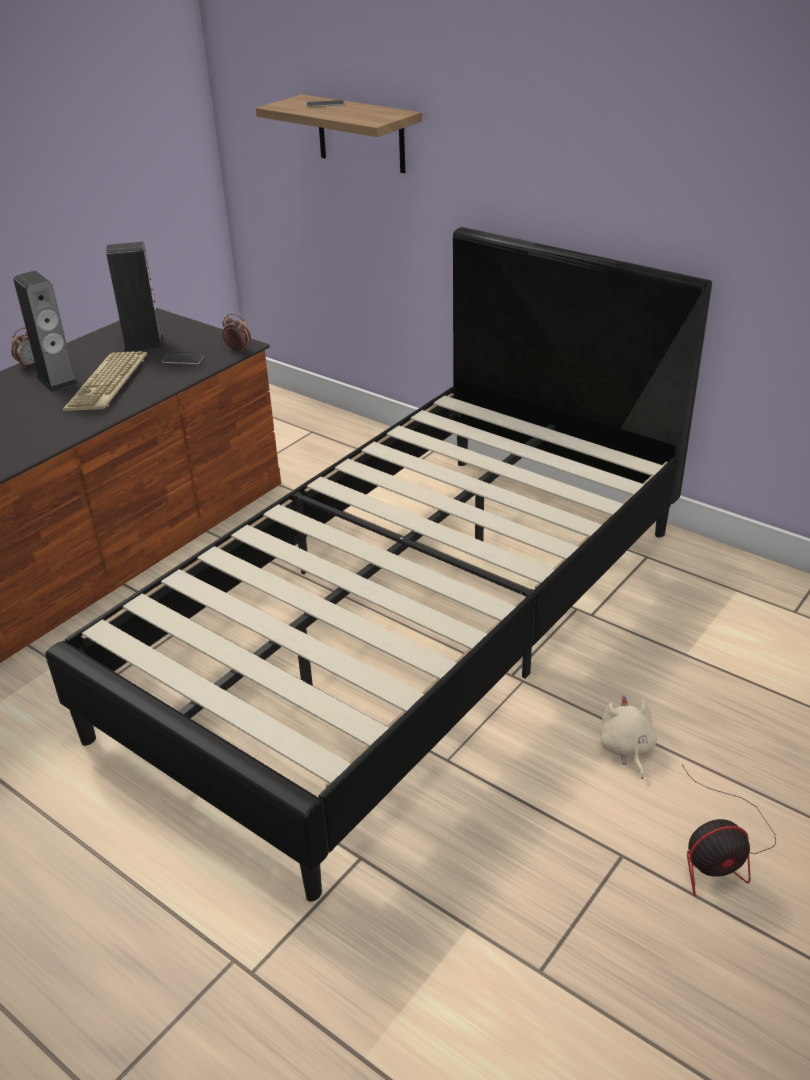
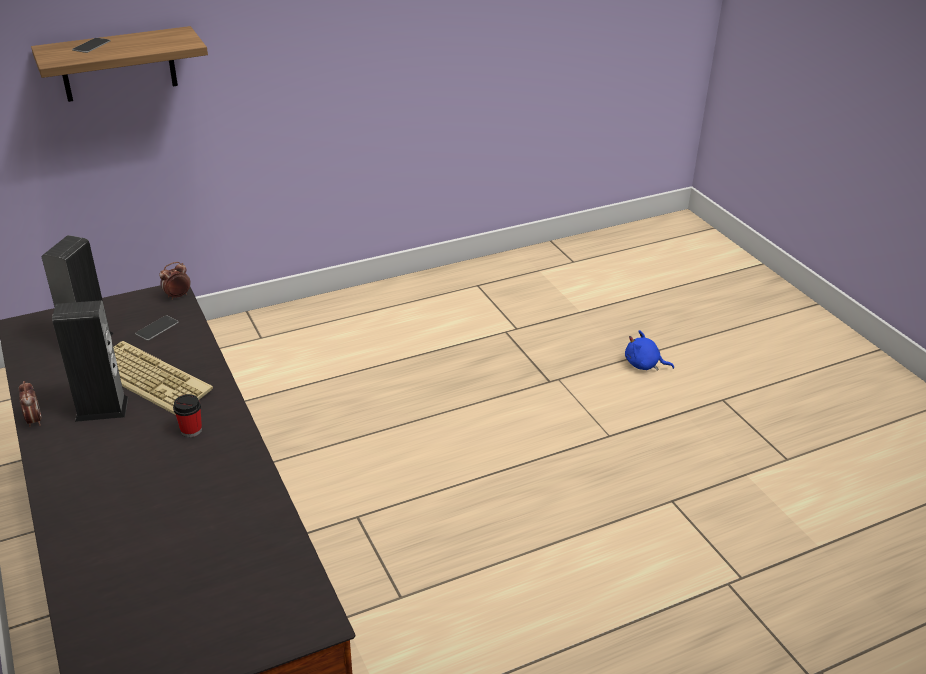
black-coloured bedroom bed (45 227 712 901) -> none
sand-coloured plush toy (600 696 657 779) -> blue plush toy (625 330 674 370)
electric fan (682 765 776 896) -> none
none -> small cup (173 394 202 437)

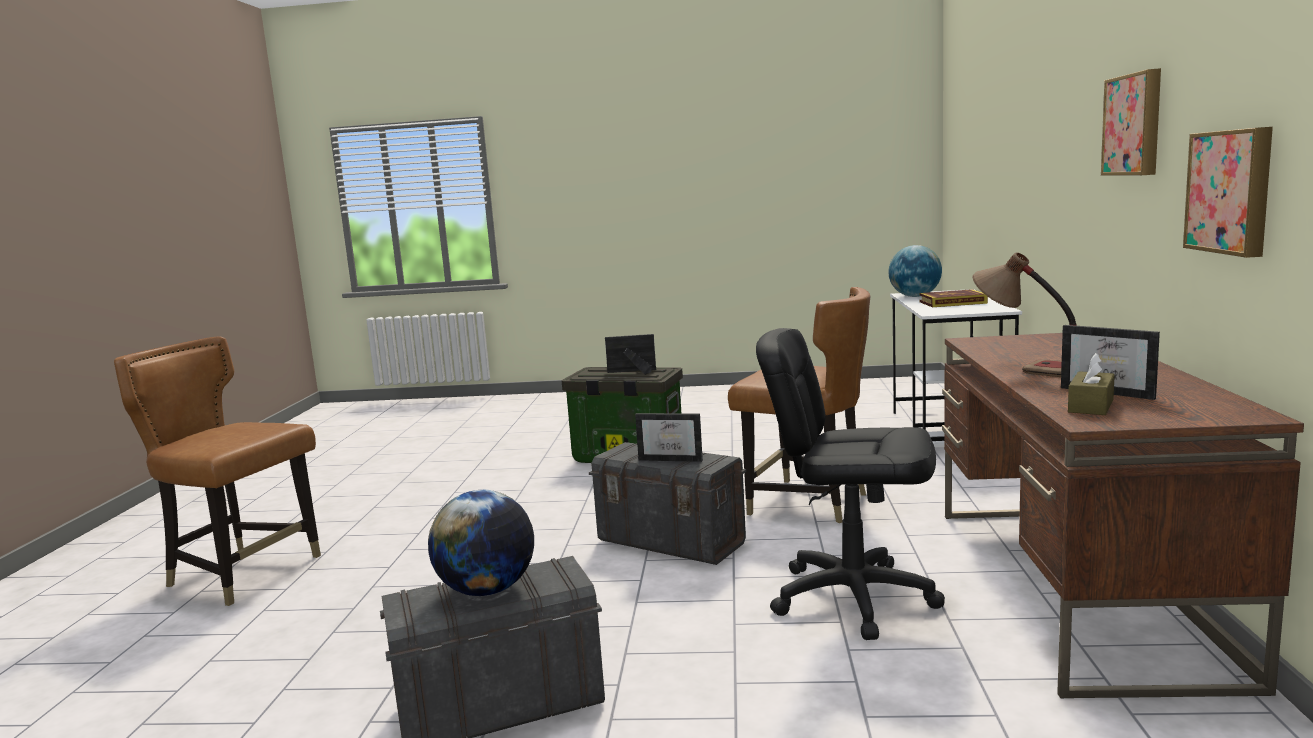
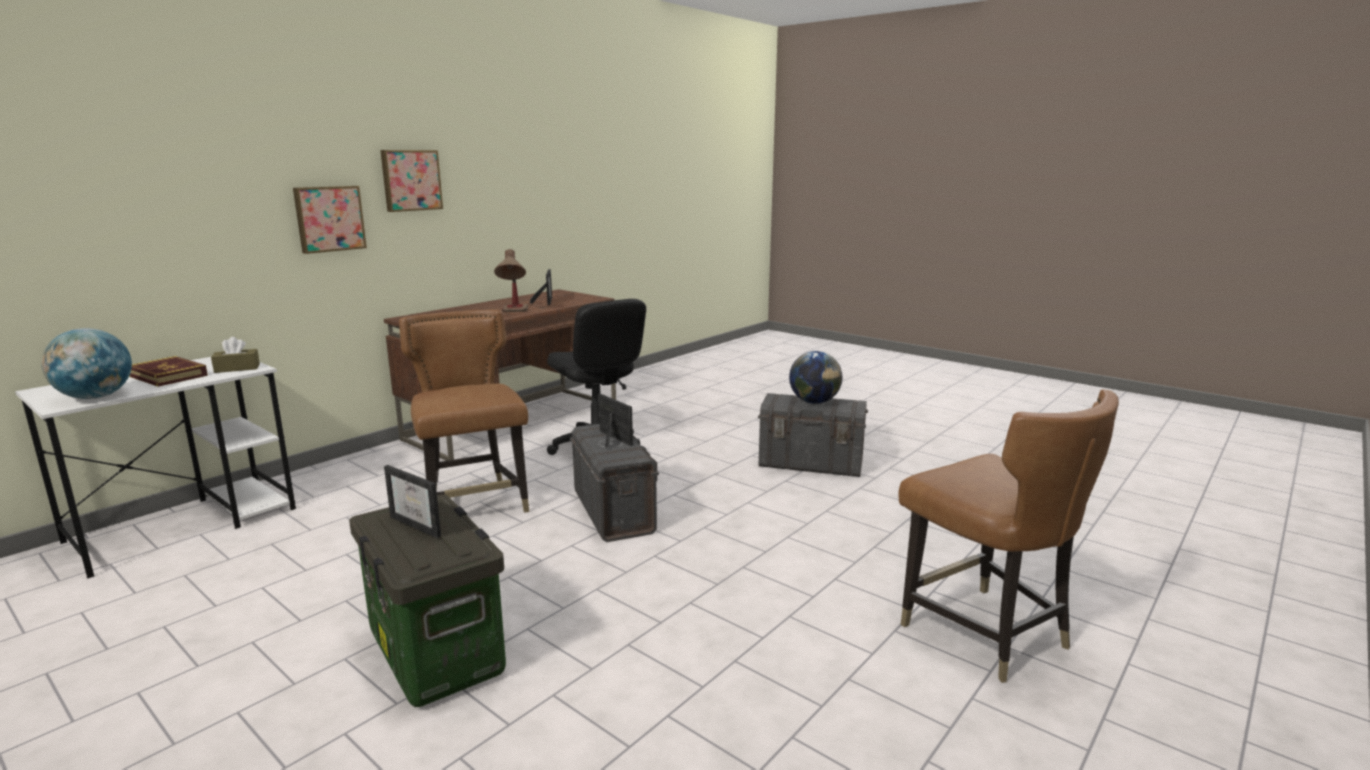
wall art (1183 127 1273 258) -> wall art (293 186 367 254), moved
brown tissue holder (1068 353 1115 415) -> brown tissue holder (211 337 260 373), moved

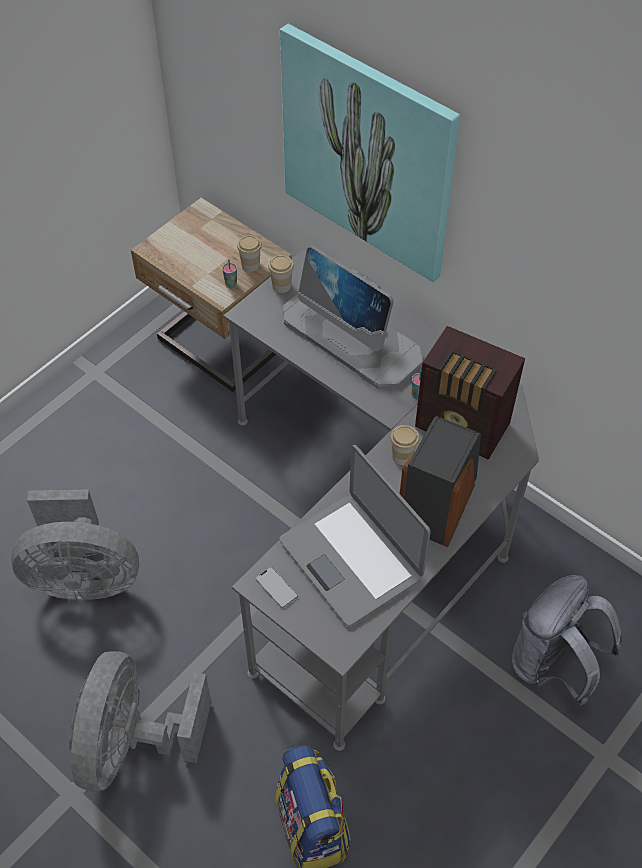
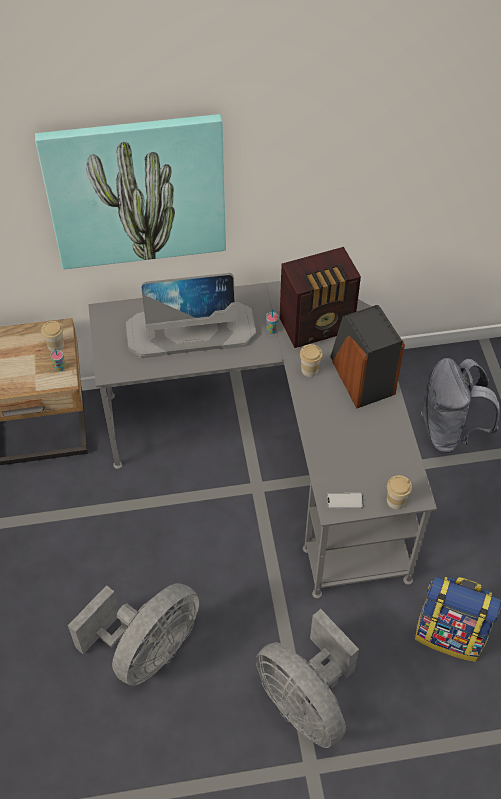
small cup (268 255 294 293) -> small cup (387 475 412 509), moved
laptop (279 445 431 626) -> none

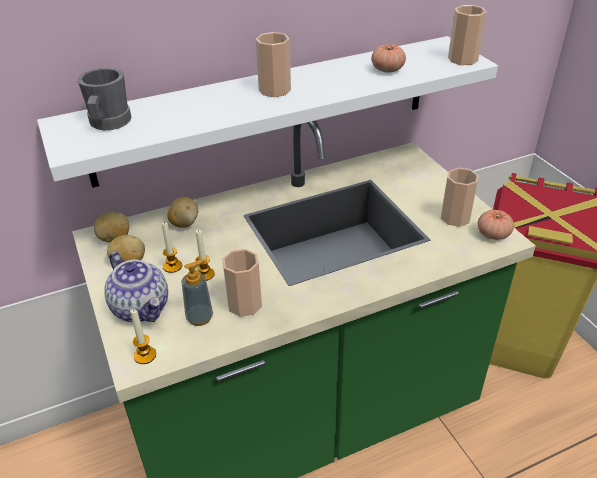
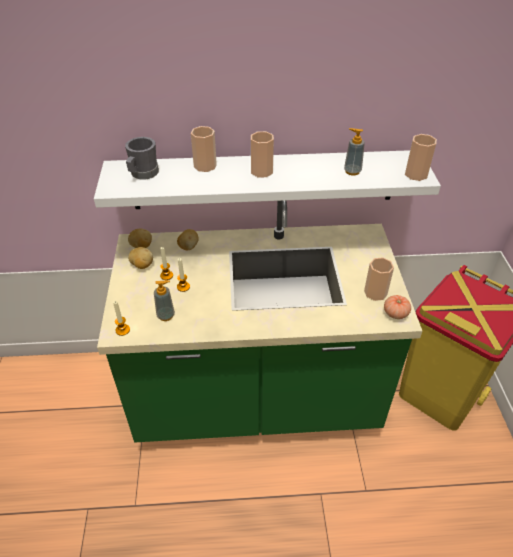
tomato (371 44 406 73) -> soap bottle (344 128 365 175)
small cup (222 249 262 317) -> small cup (191 126 217 172), moved
pot for tea (104 252 168 322) -> none

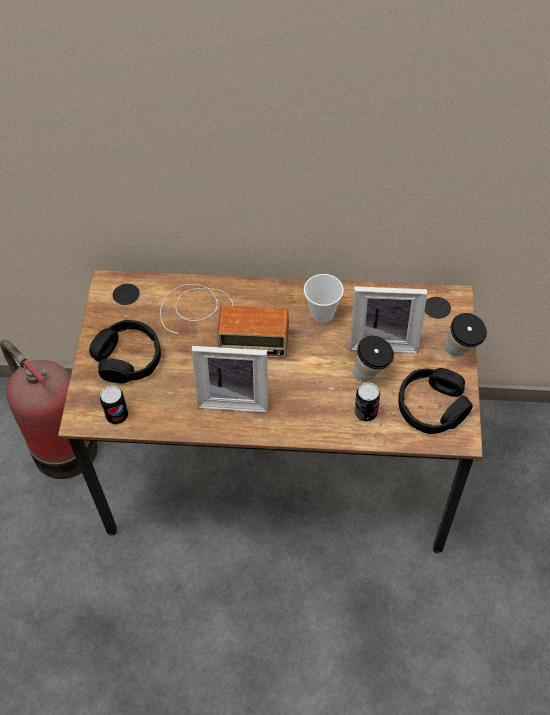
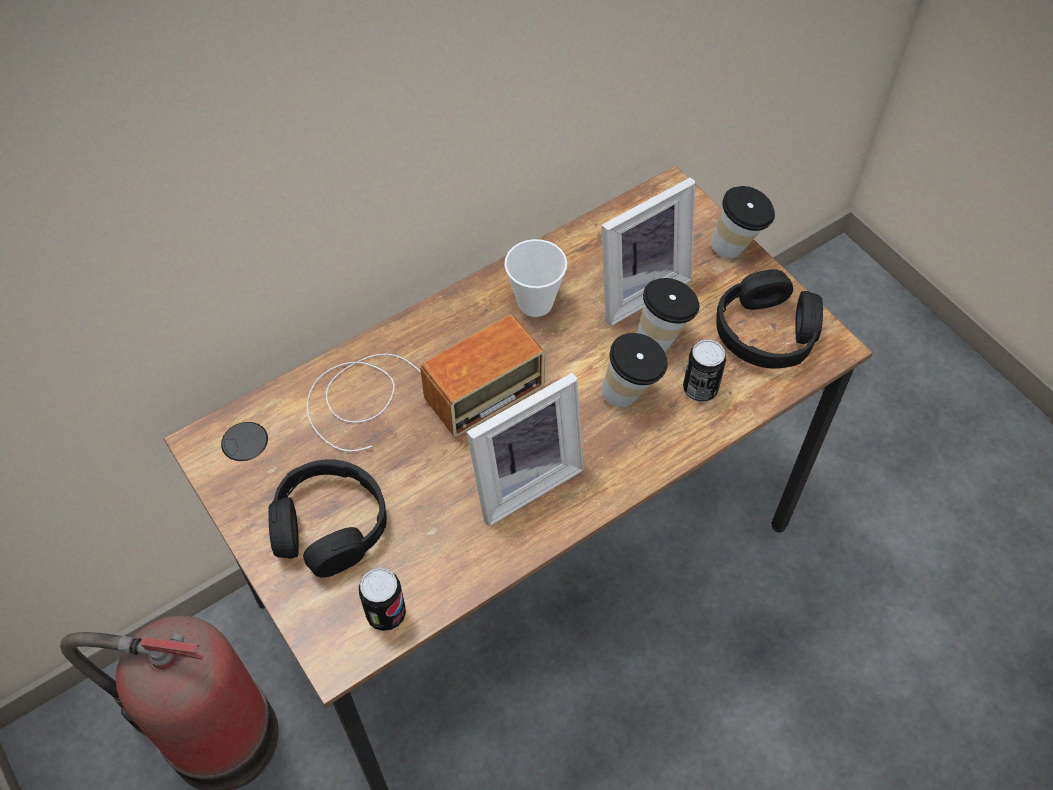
none -> small cup (602 333 668 408)

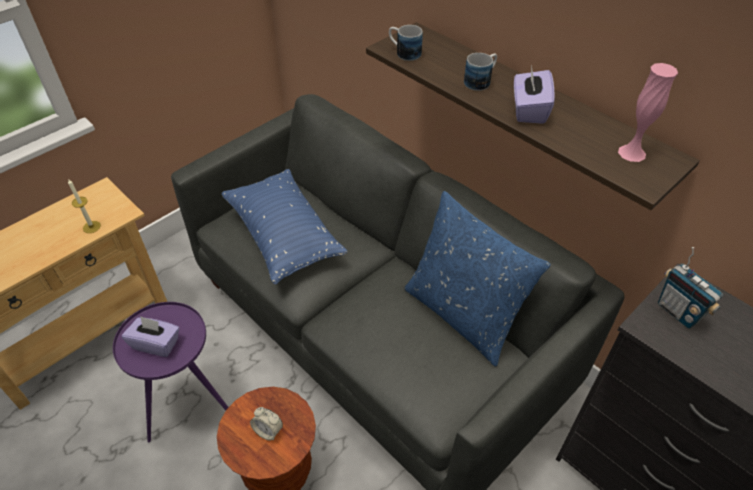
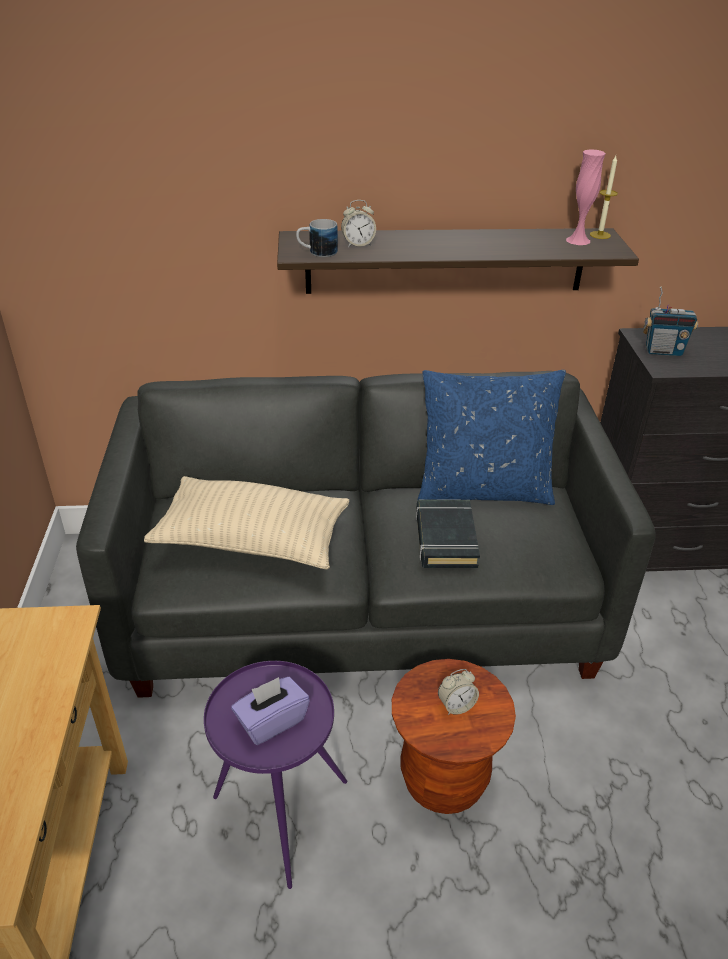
tea mug (464 53 497 91) -> none
purplish tissue holder (514 65 555 124) -> none
blue pillow (222 169 348 285) -> sand-coloured pillow (144 476 349 570)
wax candle (68 179 101 233) -> wax candle (590 156 618 239), moved
none -> bedside clock (341 200 376 247)
none -> black-coloured volume (416 499 480 568)

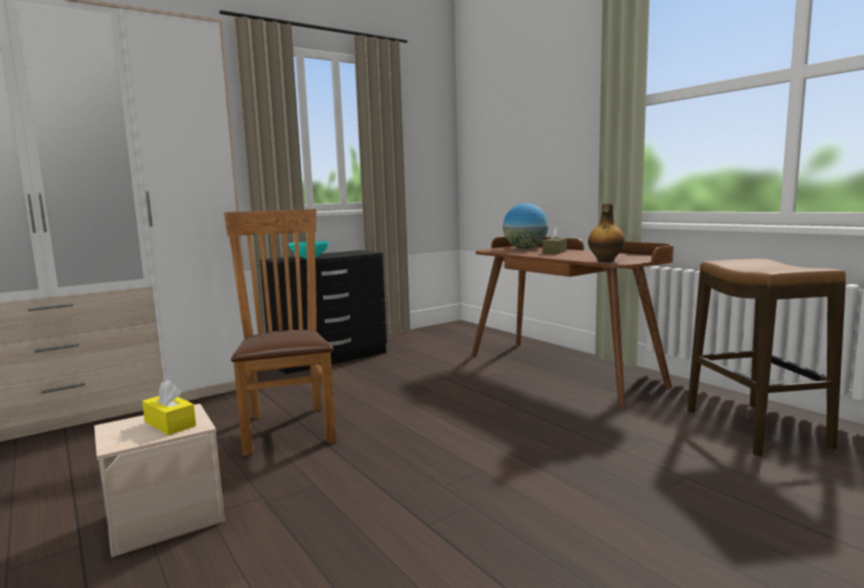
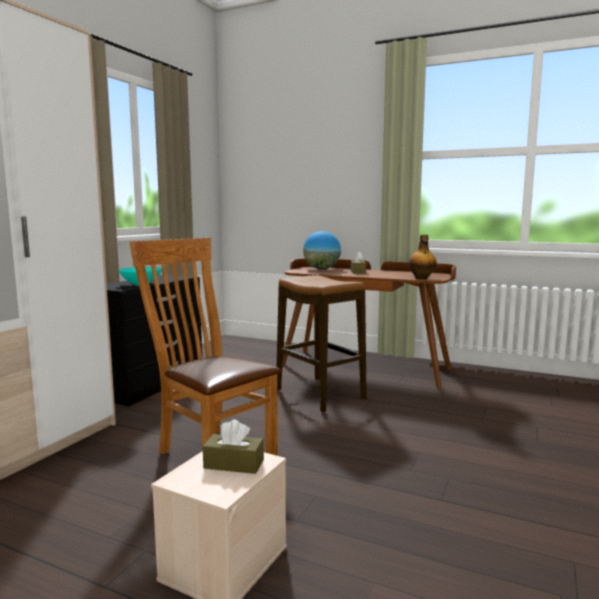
stool seat (687 259 846 457) -> stool seat (277 275 367 412), moved
yellowish tissue holder (142 380 196 435) -> brown tissue holder (203 419 264 474)

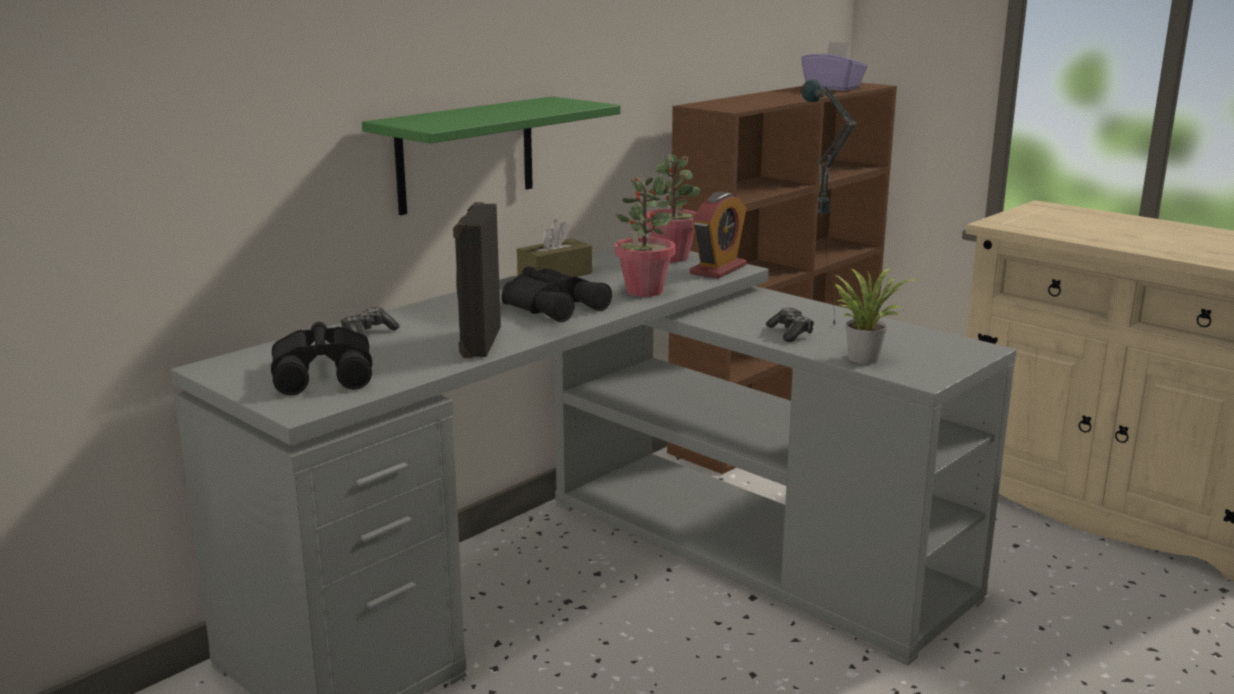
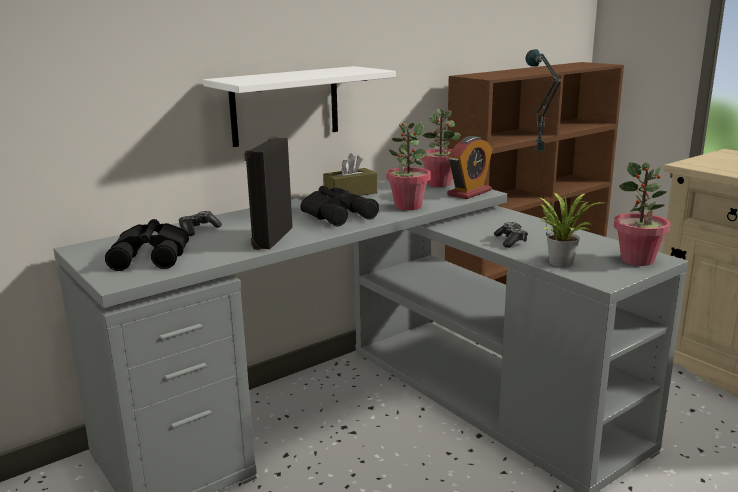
purplish tissue holder (801 41 867 91) -> none
green-coloured bracket shelf (362 96 620 215) -> white bracket shelf (203 66 396 147)
none -> potted plant (614 162 671 266)

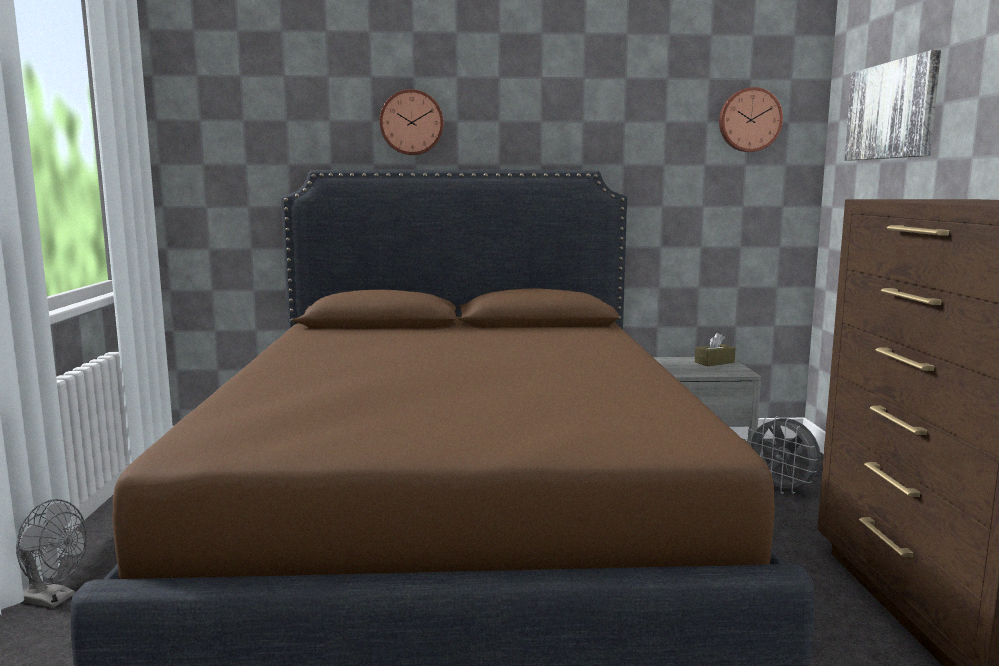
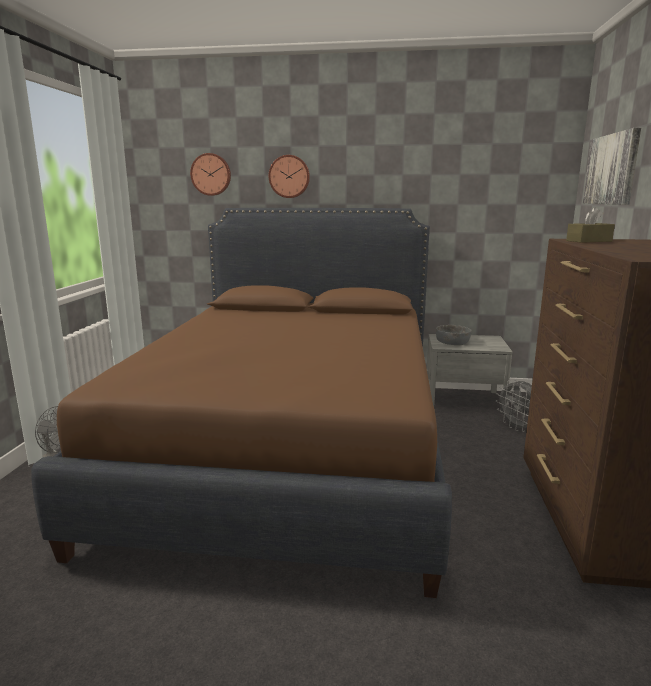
clock on the wall (719 87 783 152) -> clock on the wall (190 153 231 196), moved
brown tissue holder (695 333 735 366) -> brown tissue holder (566 207 615 243), moved
none -> greyish bowl (436 325 472 345)

